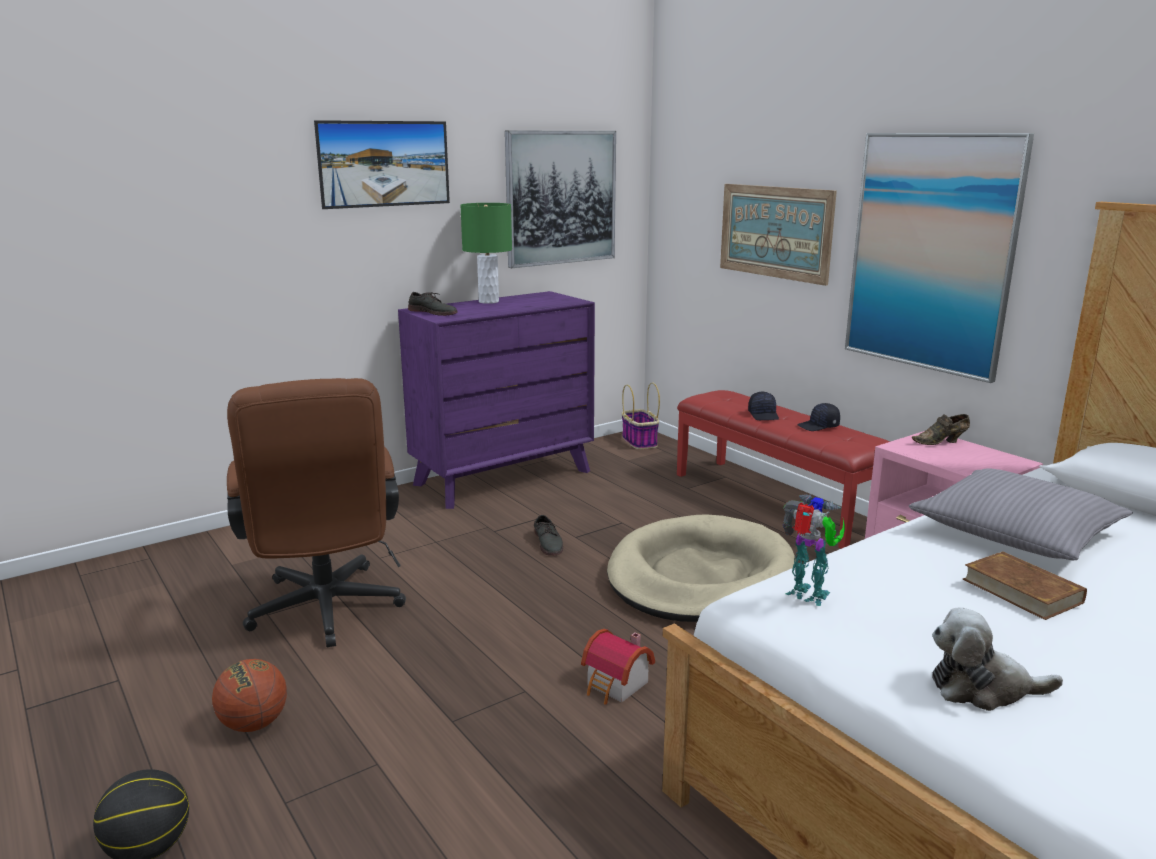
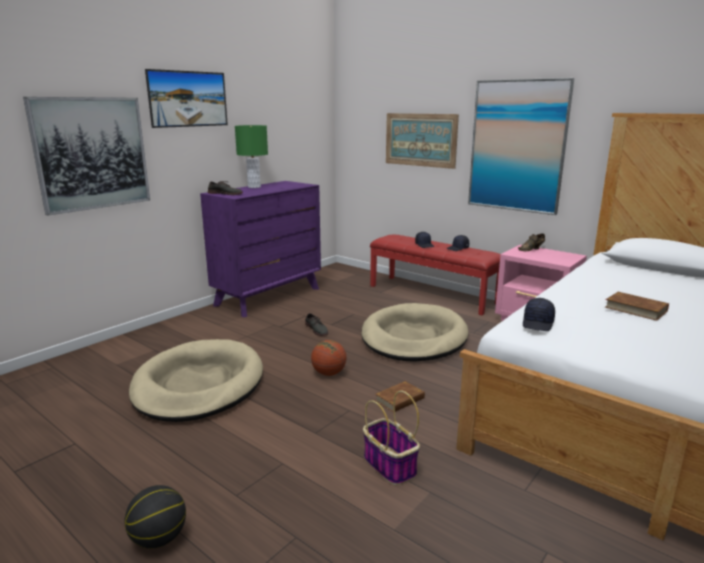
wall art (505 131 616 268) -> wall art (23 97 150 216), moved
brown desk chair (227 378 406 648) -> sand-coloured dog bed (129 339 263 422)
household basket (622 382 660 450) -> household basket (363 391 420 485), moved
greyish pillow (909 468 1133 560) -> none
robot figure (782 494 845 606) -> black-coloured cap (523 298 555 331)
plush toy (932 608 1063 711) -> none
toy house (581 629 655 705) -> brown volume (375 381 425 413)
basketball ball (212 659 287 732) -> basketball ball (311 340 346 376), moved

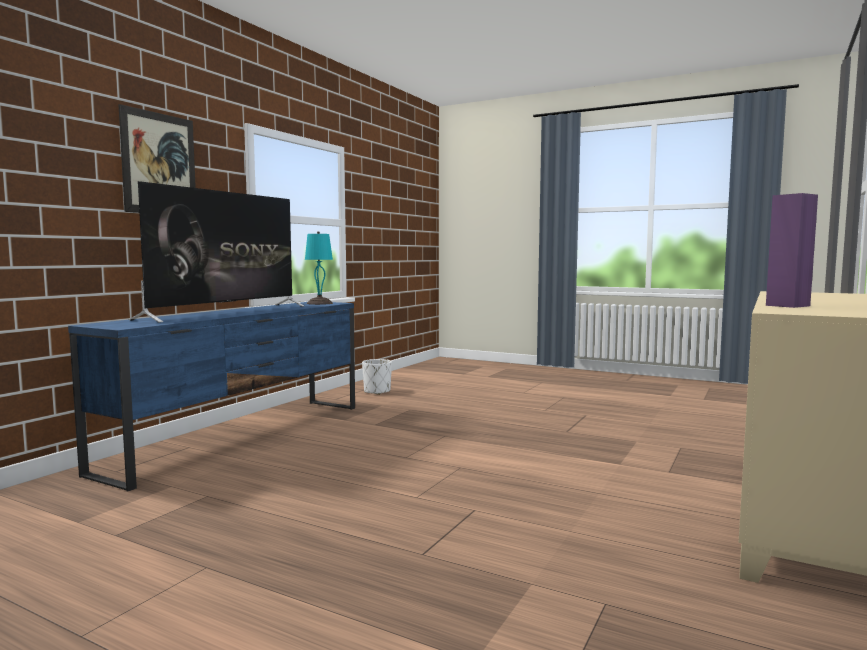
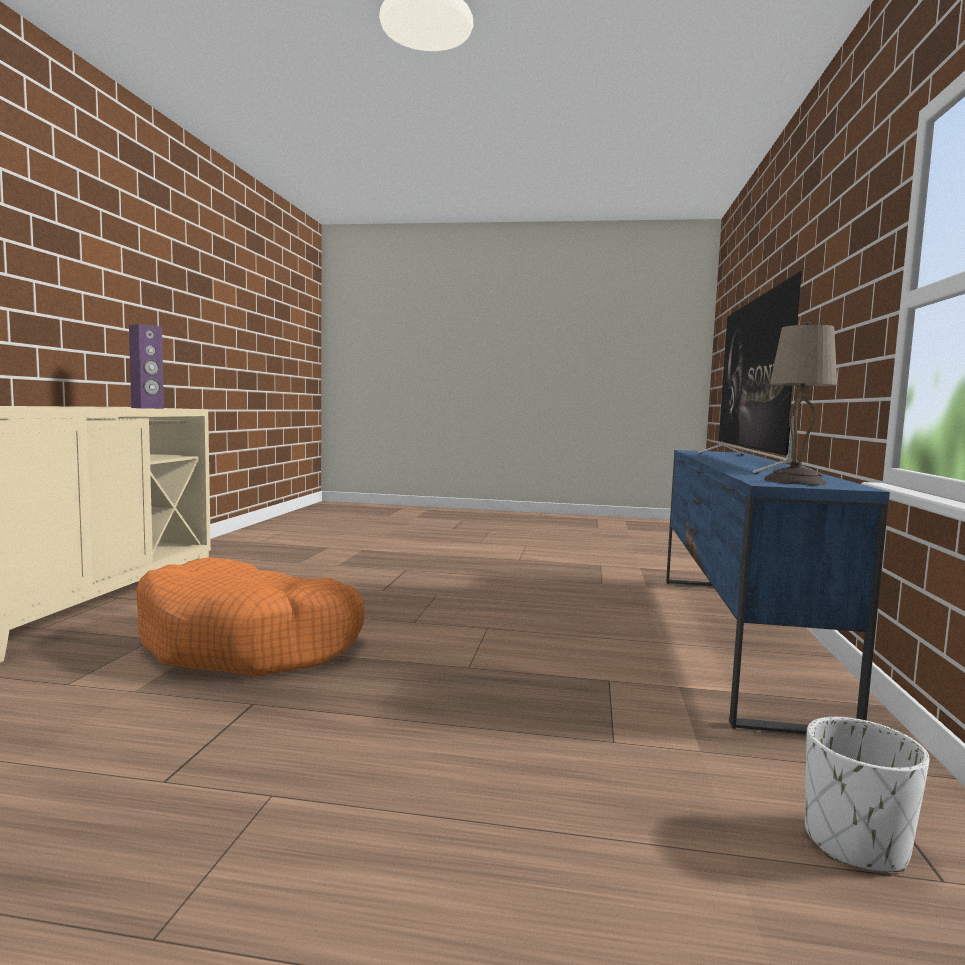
wall art (118 104 196 213) -> none
turquoise lamp for a table (305 231 333 305) -> sand-coloured lamp for a table (764 321 837 485)
none -> orange-coloured dog bed (136 557 365 677)

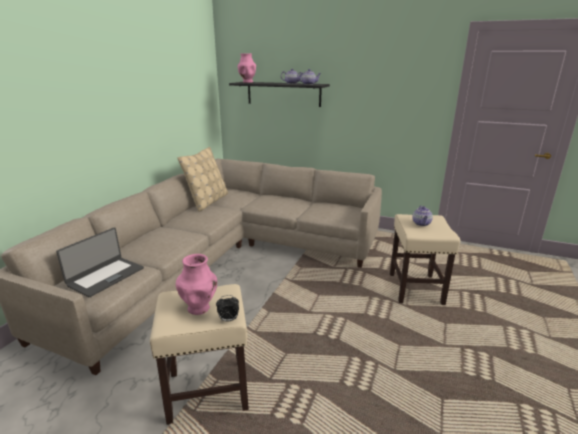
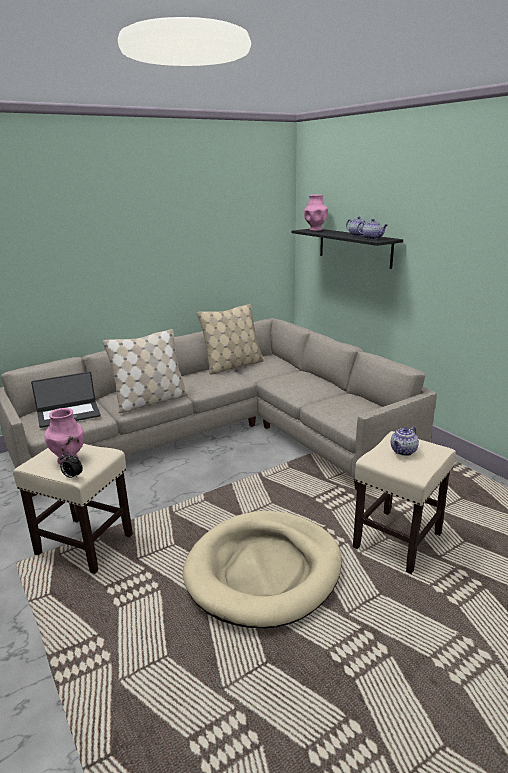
none -> sand-coloured pillow (103 329 188 413)
none -> sand-coloured dog bed (183 511 342 628)

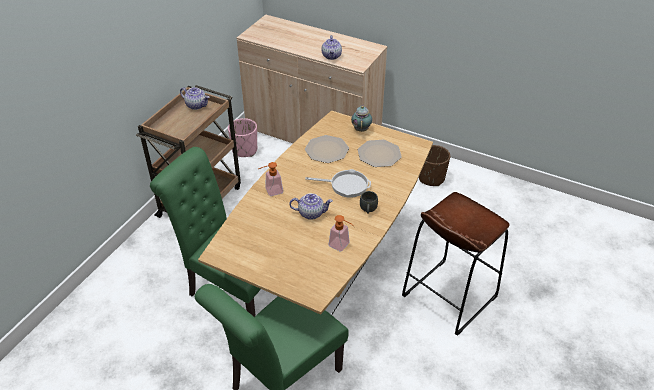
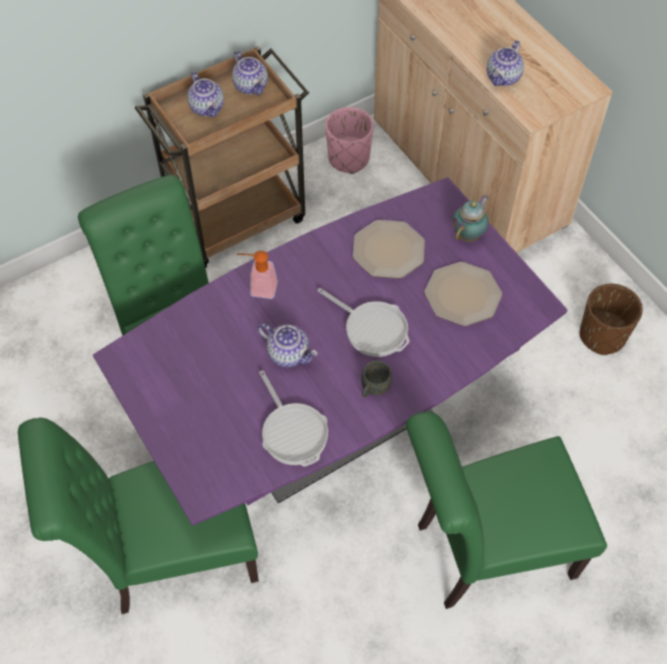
brown dining table (198 111 433 315) -> purplish dining table (93 177 568 526)
brown stool seat (402 192 509 336) -> green-coloured chair (406 411 607 609)
soap bottle (329 215 353 252) -> skillet (259 370 328 467)
none -> pot for tea (187 72 224 117)

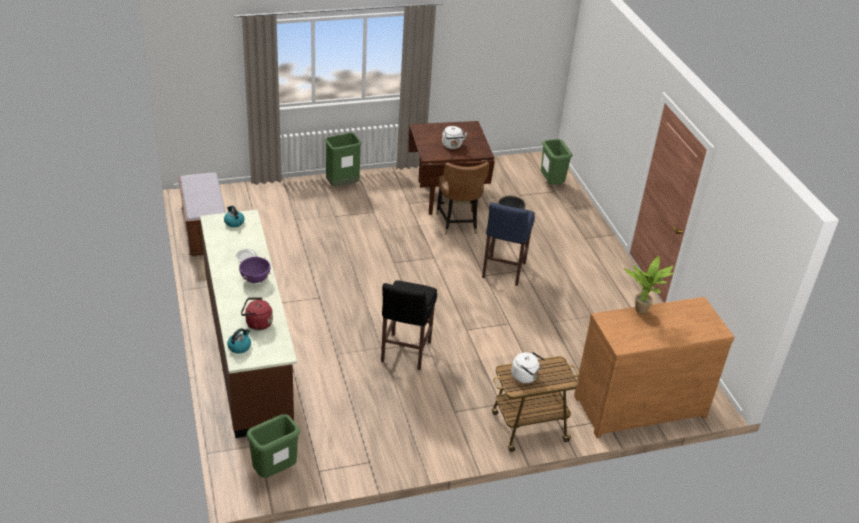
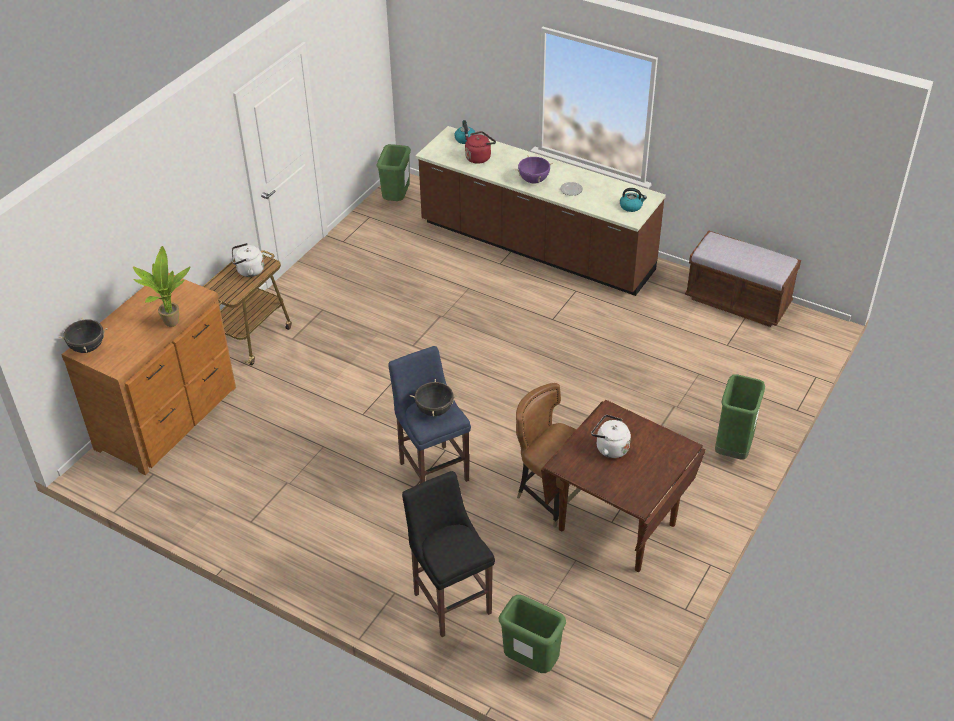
black-coloured stool seat (381 280 437 370) -> black-coloured stool seat (402 471 495 637), moved
none -> black-coloured saucepot (59 317 108 353)

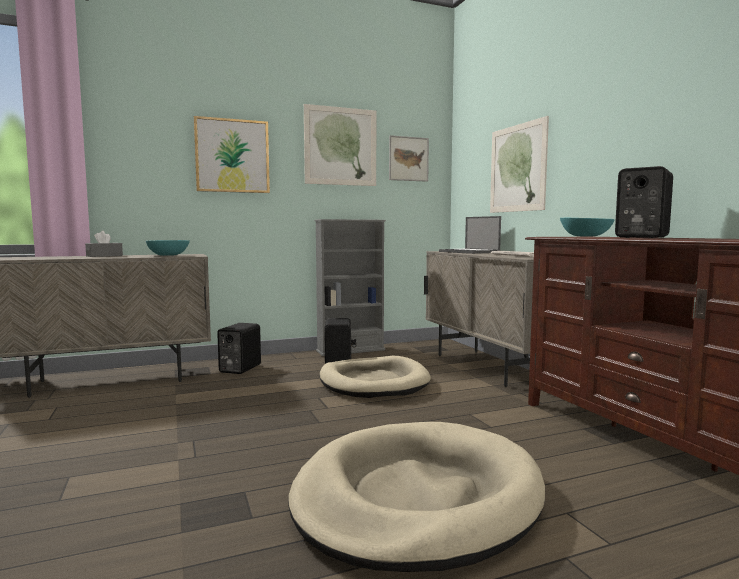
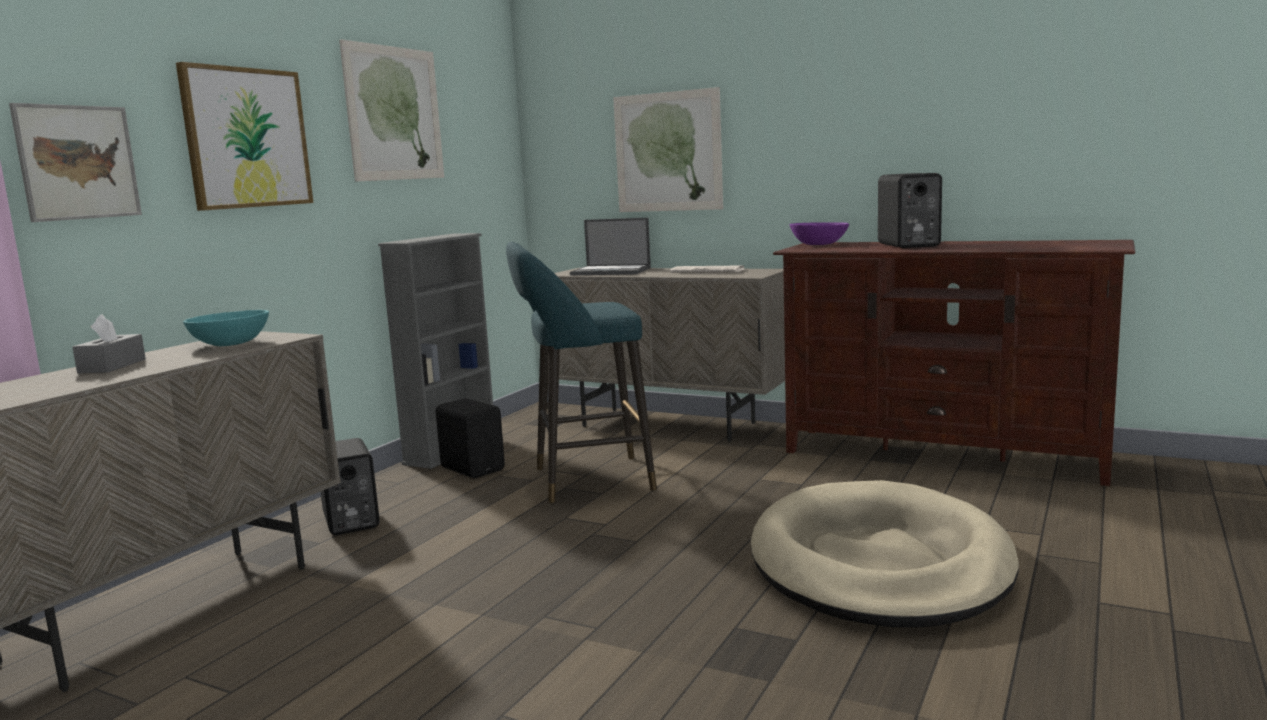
wall art (389 135 429 182) -> wall art (9 103 142 222), moved
turquoise bowl (560 218 614 237) -> purplish bowl (790 222 849 245)
sand-coloured dog bed (319 356 431 398) -> turquoise stool seat (506 241 657 503)

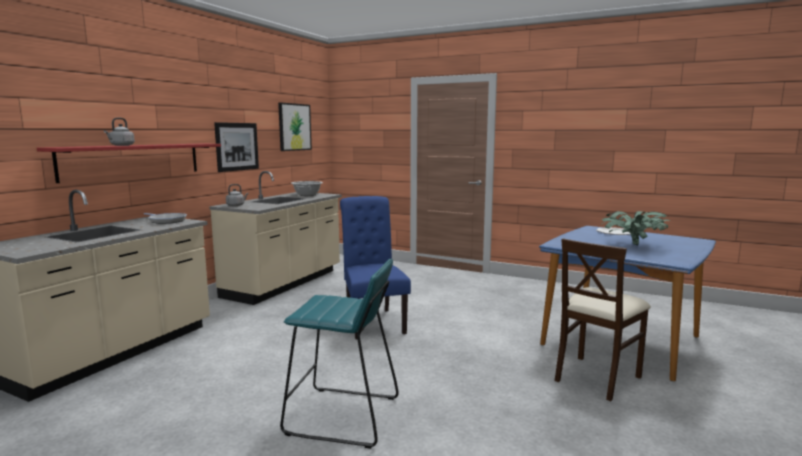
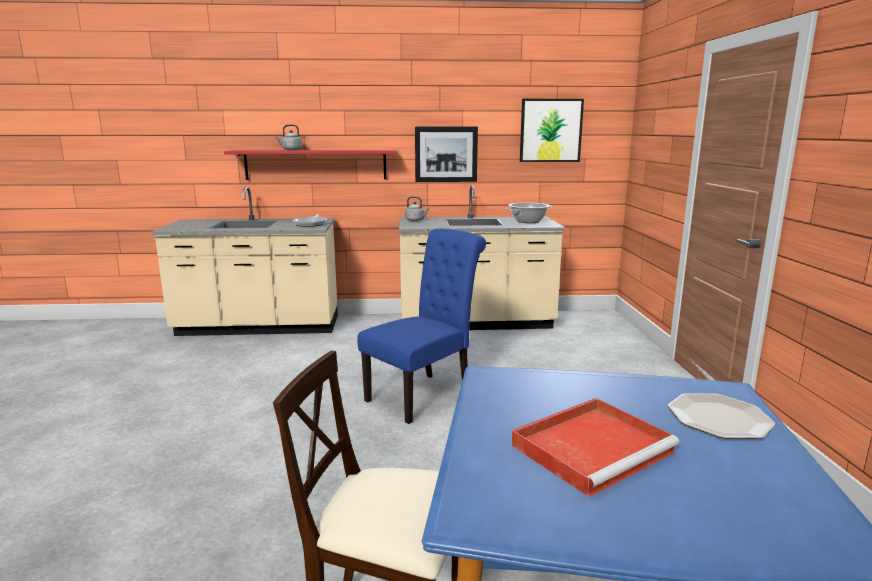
potted plant (602 211 670 245) -> red-coloured carrying tray (512 398 679 497)
turquoise stool seat (280 259 399 449) -> none

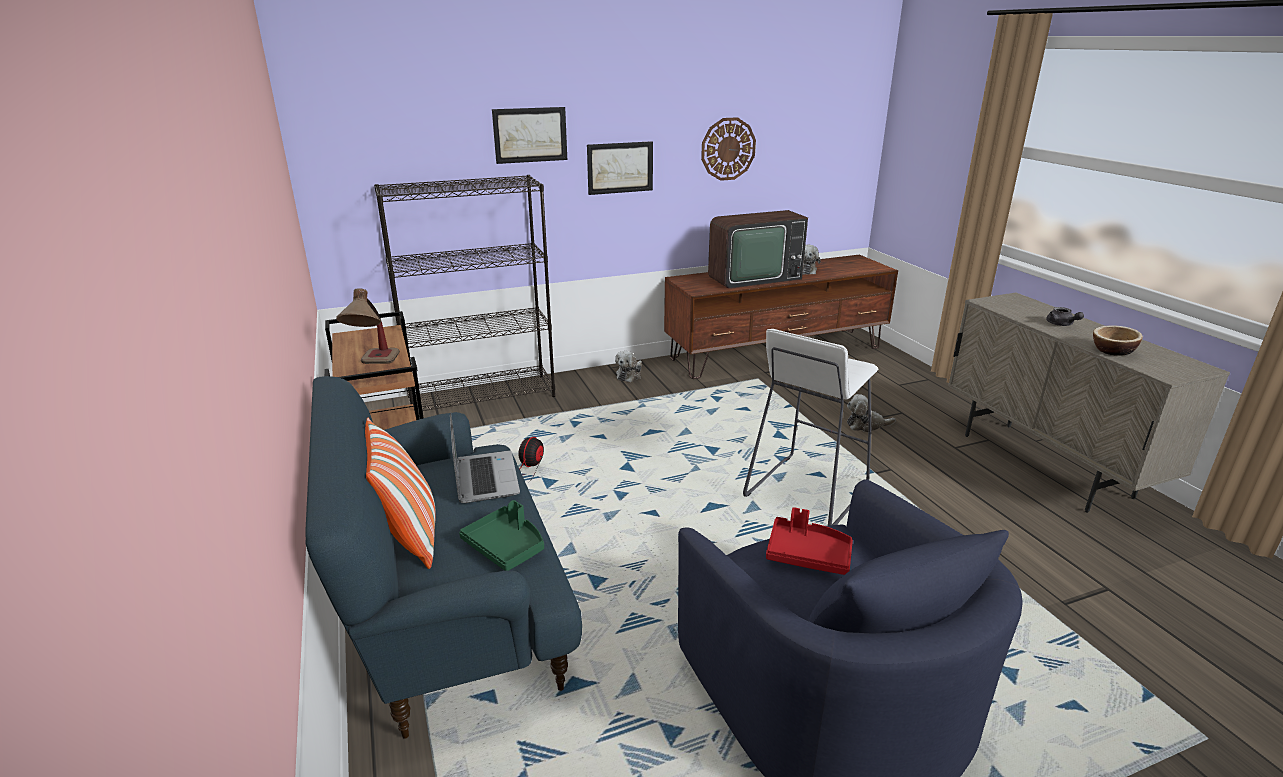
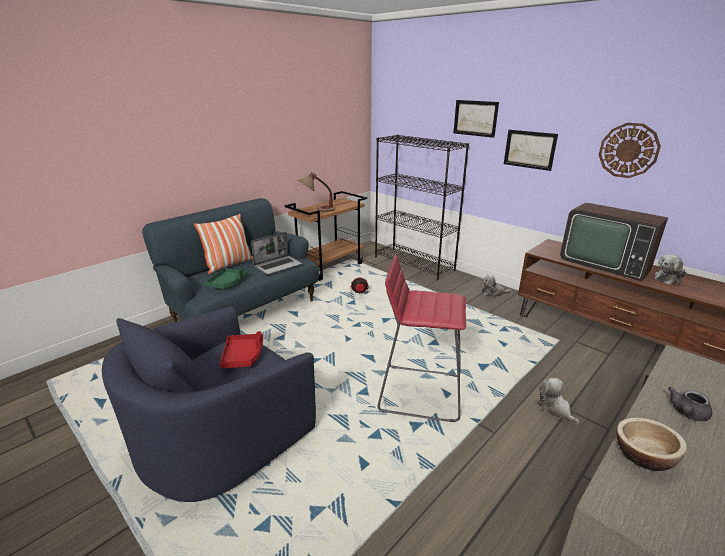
white stool seat (743 329 878 526) -> red-coloured stool seat (378 255 466 422)

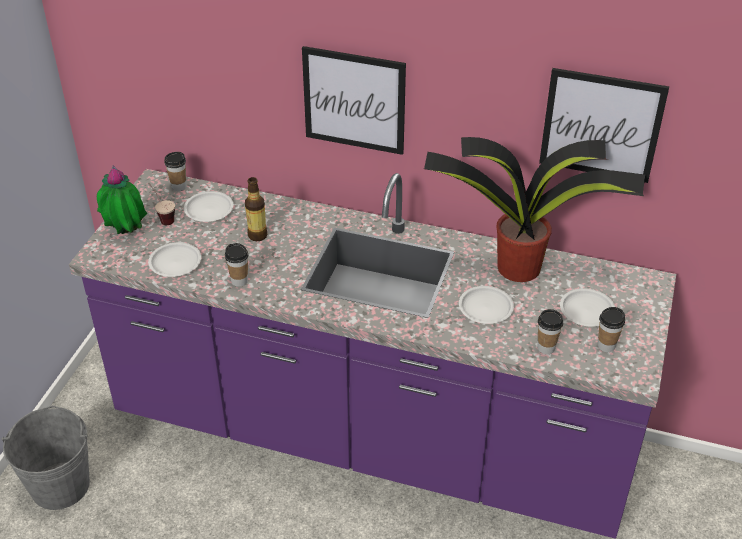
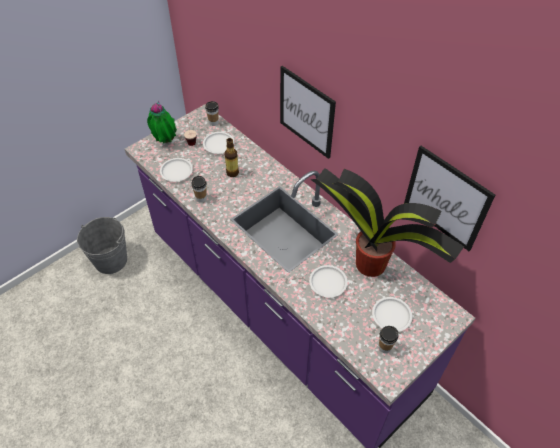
small cup (538 309 563 354) -> none

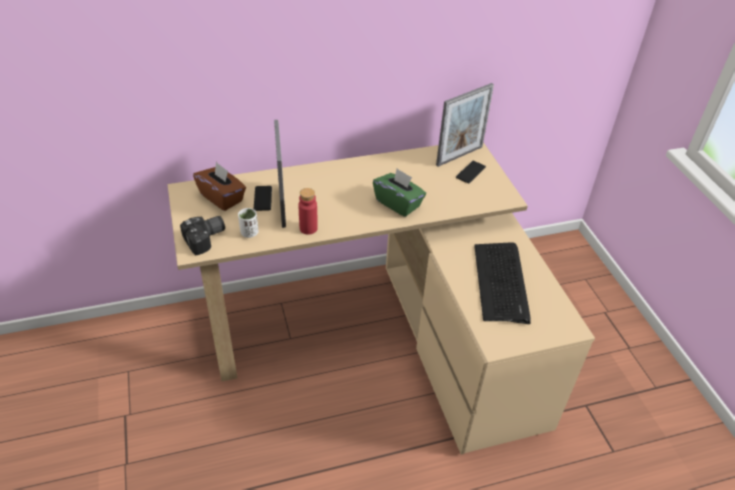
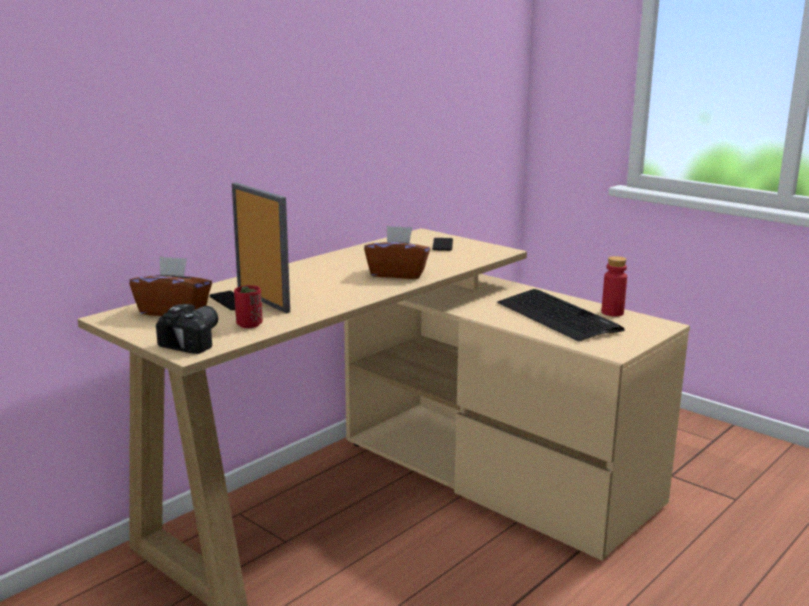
standing frame (436 83 494 167) -> none
green-coloured tissue holder (373 168 426 217) -> brown tissue holder (364 226 430 279)
red-coloured beverage bottle (298 188 318 235) -> red-coloured beverage bottle (602 256 627 316), moved
white small cup (238 208 259 238) -> red-coloured small cup (234 285 263 328)

